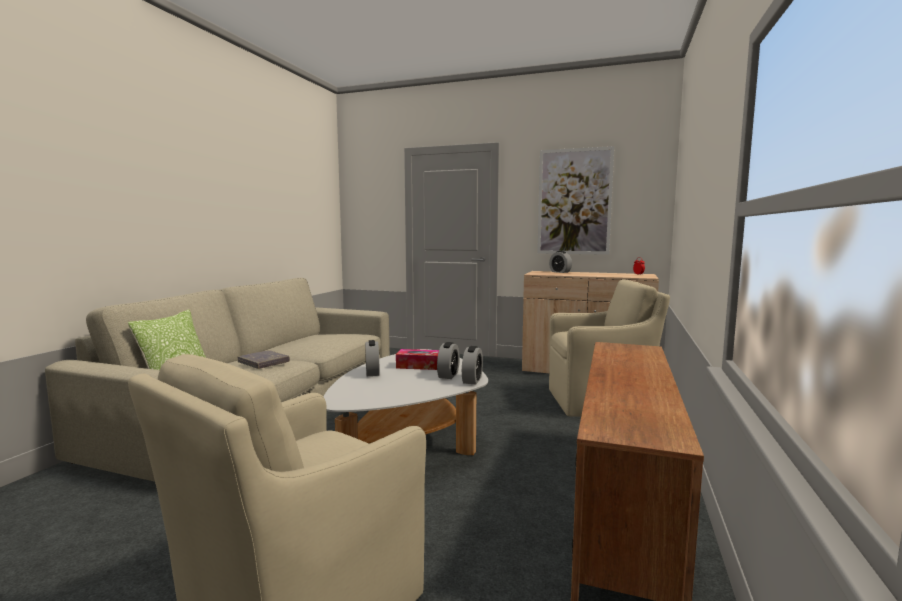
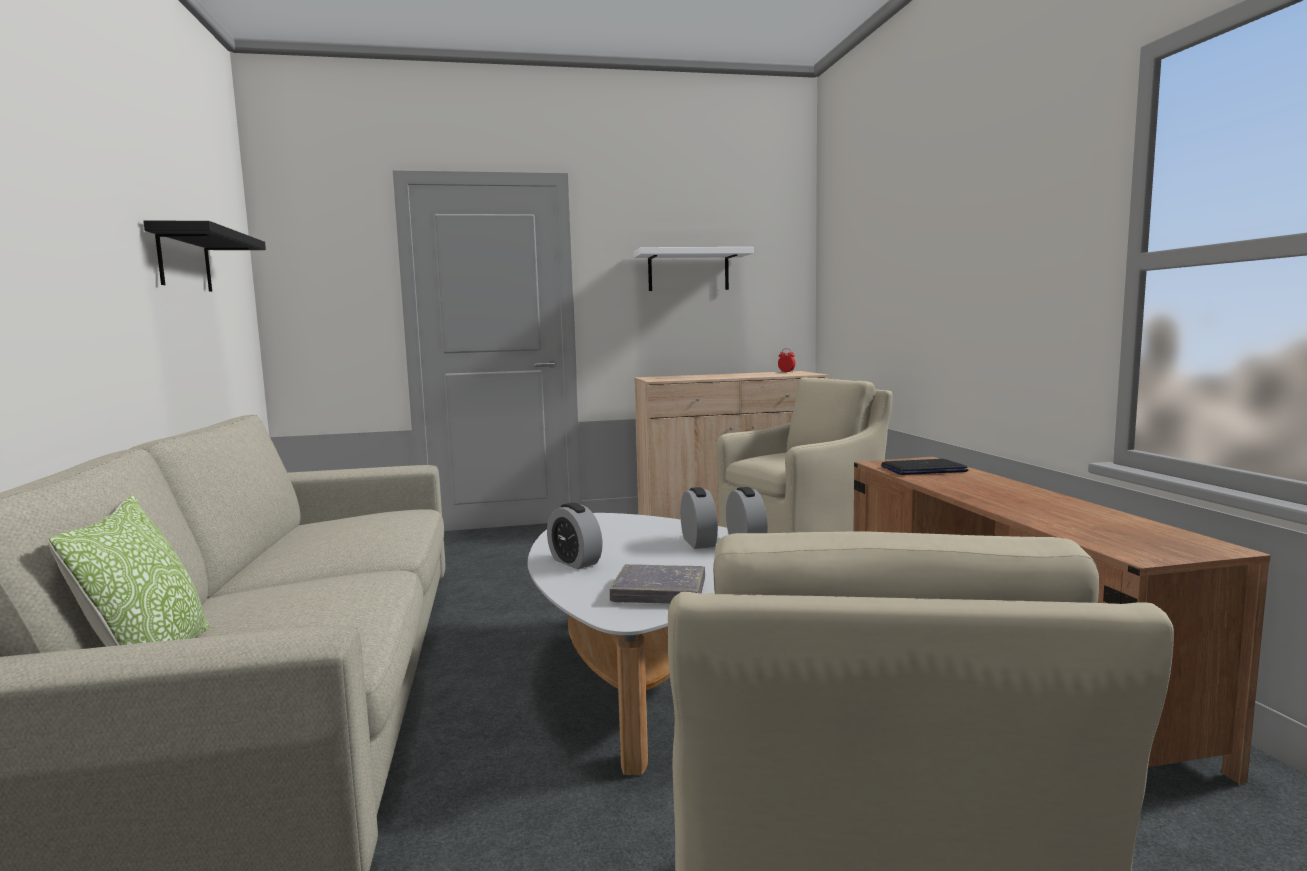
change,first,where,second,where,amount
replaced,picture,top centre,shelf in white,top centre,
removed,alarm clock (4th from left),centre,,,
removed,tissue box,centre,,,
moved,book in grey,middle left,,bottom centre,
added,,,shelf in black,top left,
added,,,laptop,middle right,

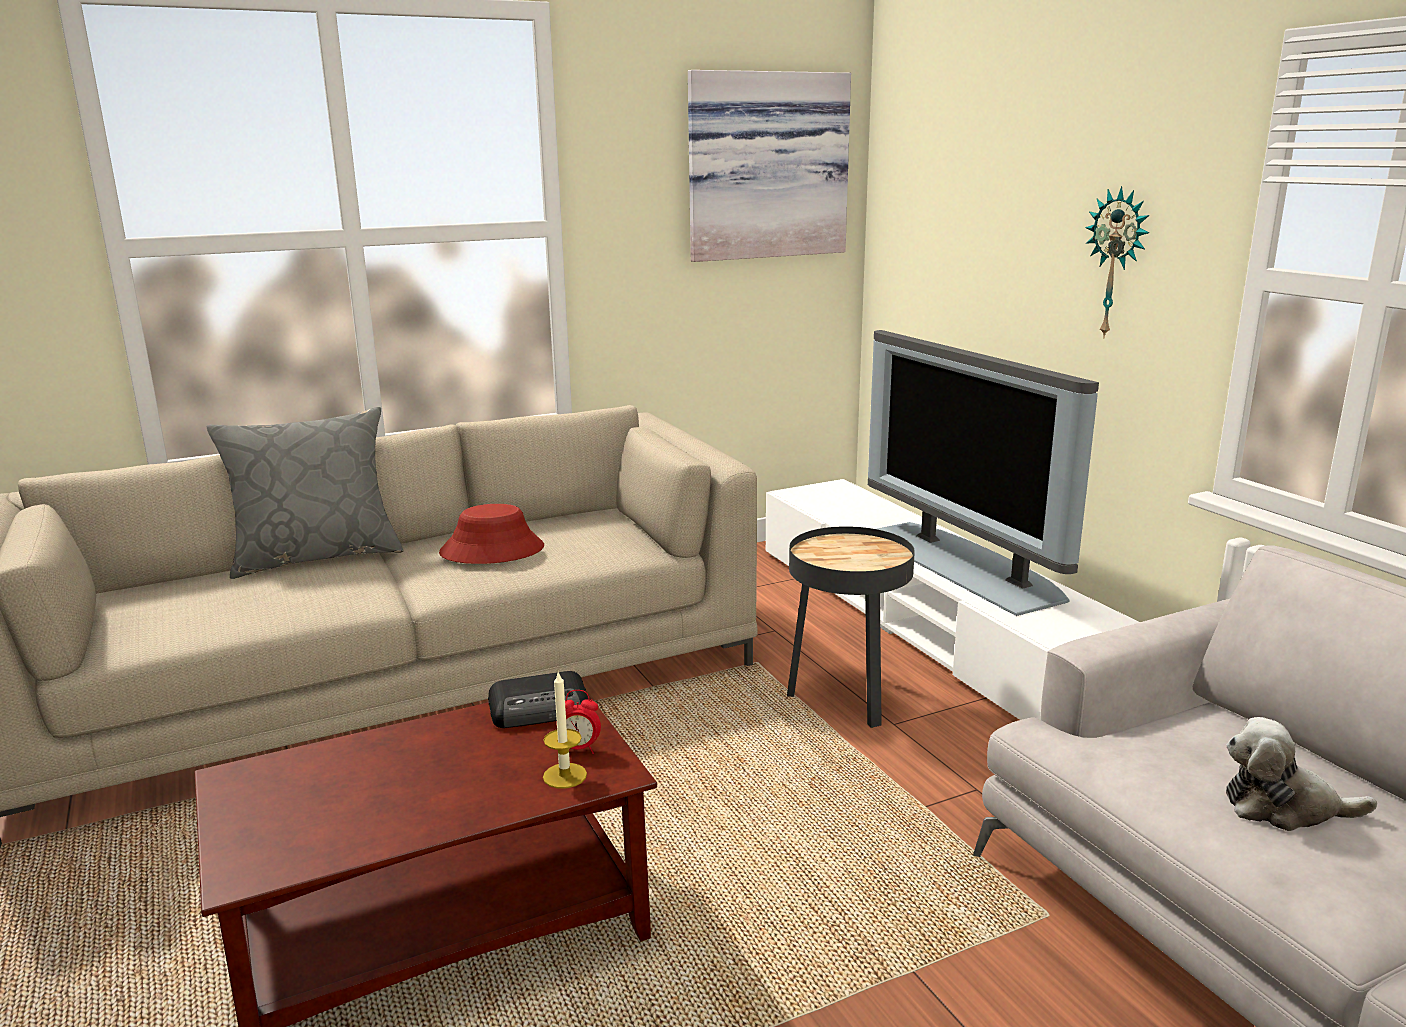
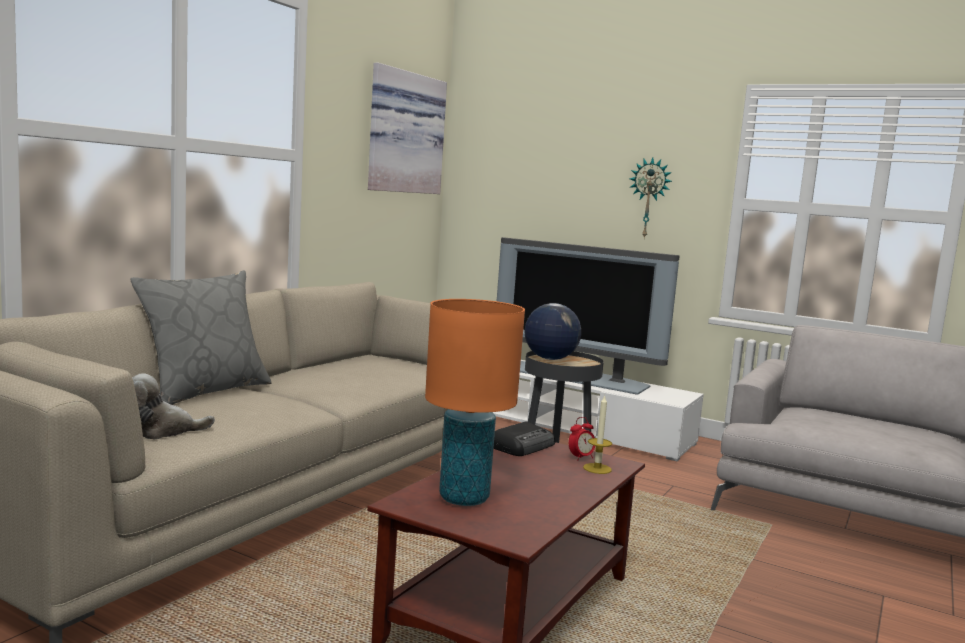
change,first,where,second,where,amount
removed,hat in red,centre,,,
moved,plush toy,bottom right,,middle left,
added,,,table lamp in orange,centre,
added,,,globe,centre,

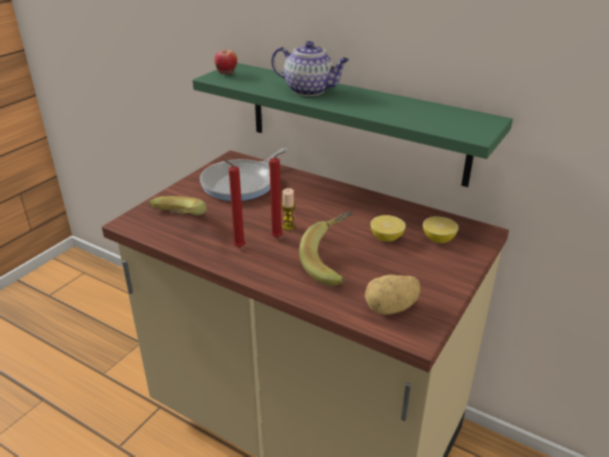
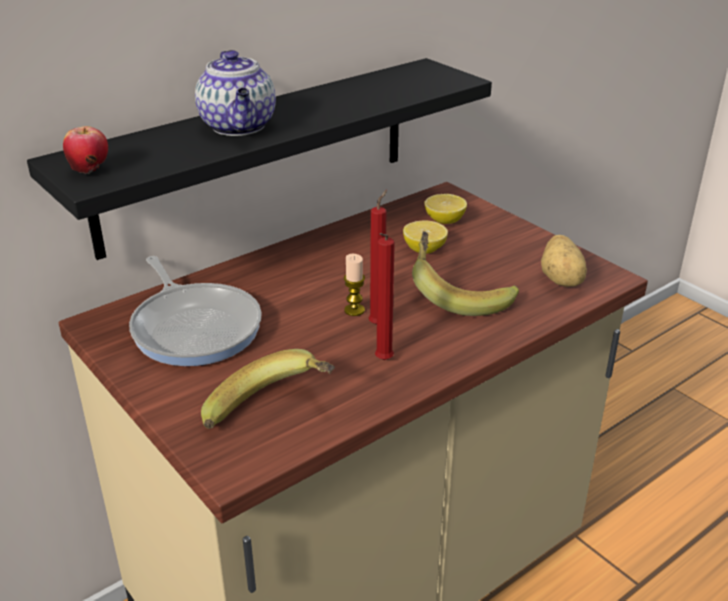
change,first,where,second,where,amount
turned,teapot,top centre,,top left,120 degrees clockwise
recoloured,shelf in green,top centre,shelf in black,top centre,

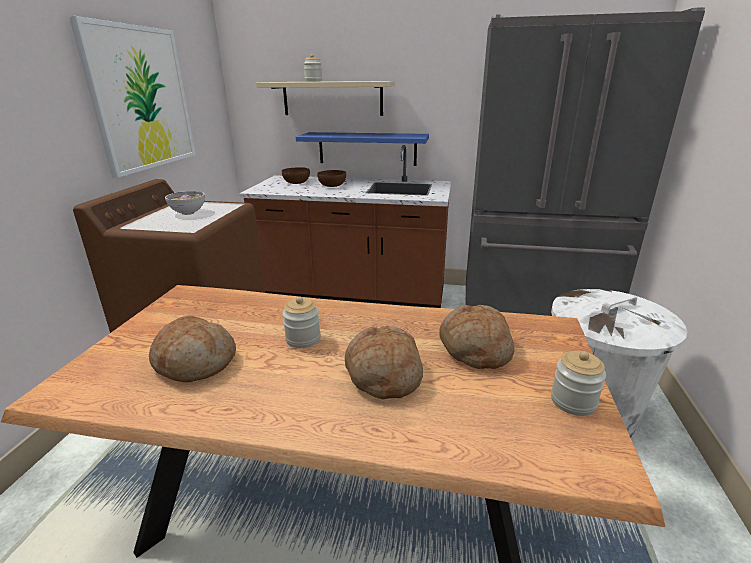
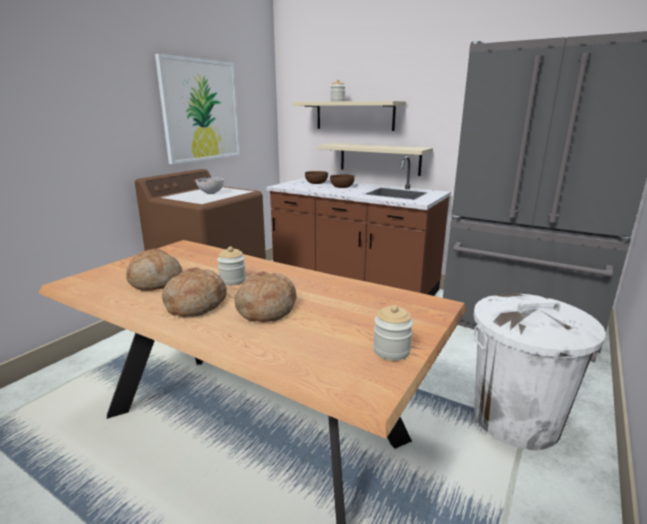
change,first,where,second,where,amount
recoloured,shelf in blue,top centre,shelf in beige (2nd from left),top centre,
moved,bread (3rd from left in the first image),centre,bread (2nd from left),middle left,

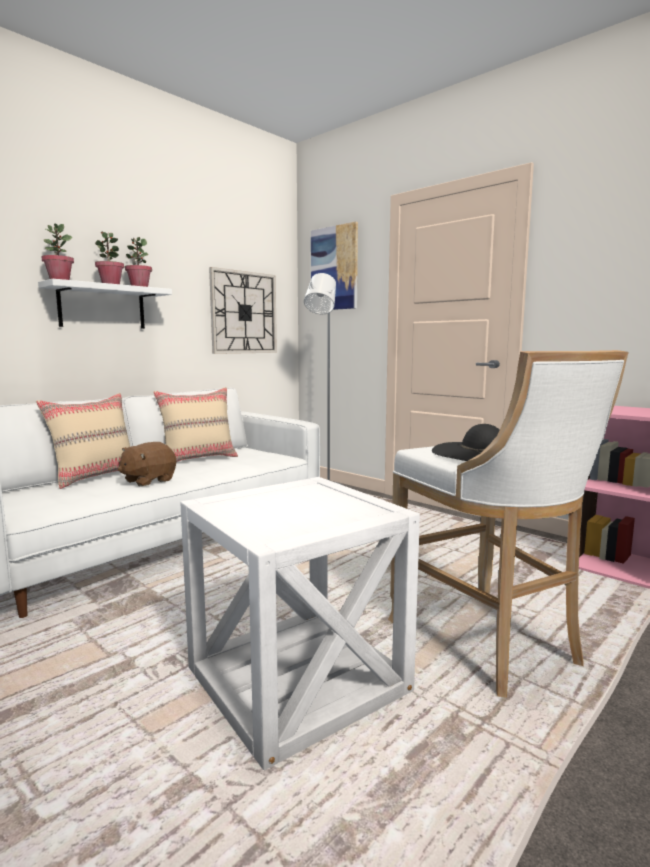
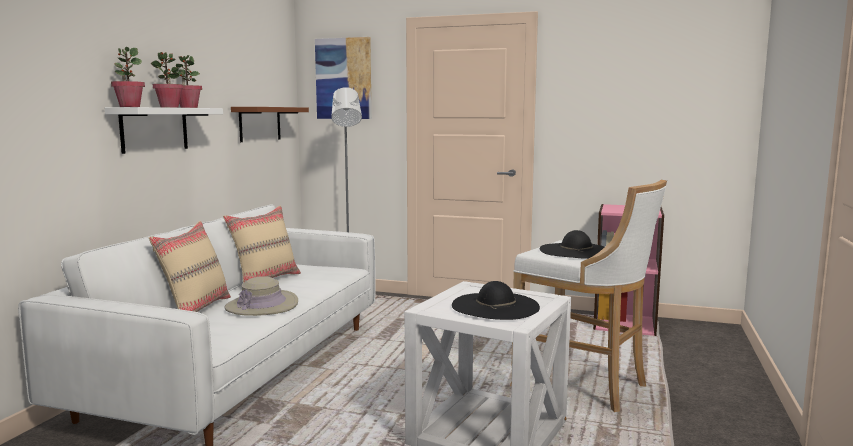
change,first,where,second,where,amount
replaced,wall clock,centre,shelf in brown,top left,
replaced,plush toy in brown,middle left,hat in beige,middle left,
added,,,hat in black (1st from left),bottom centre,

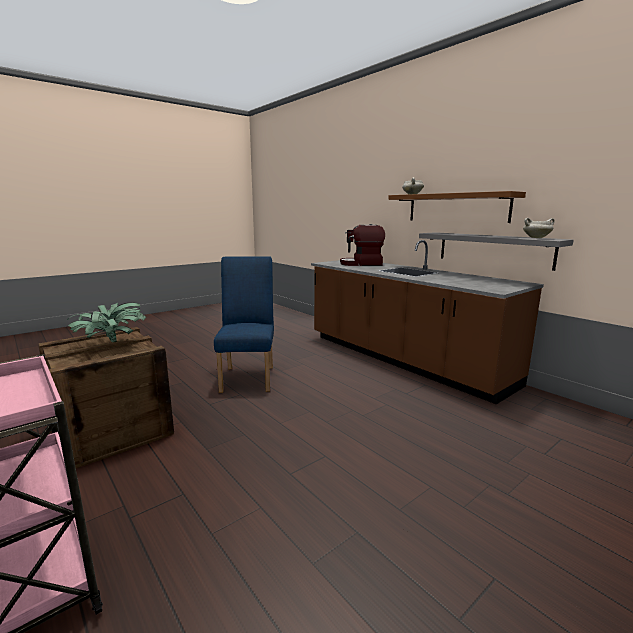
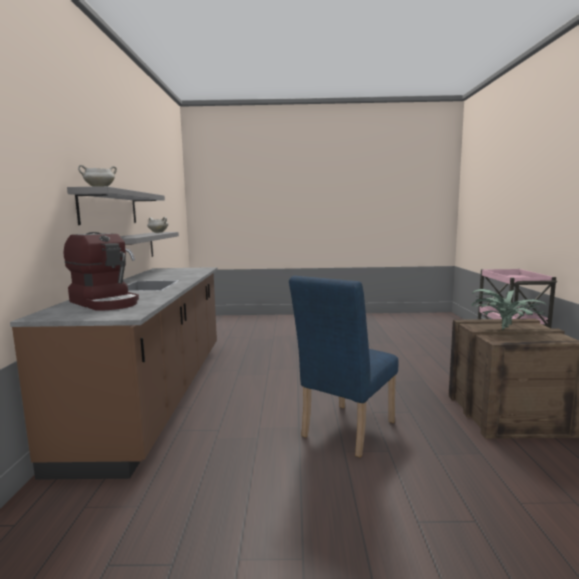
change,first,where,second,where,amount
recoloured,shelf in brown,top right,shelf in grey (1st from left),middle left,

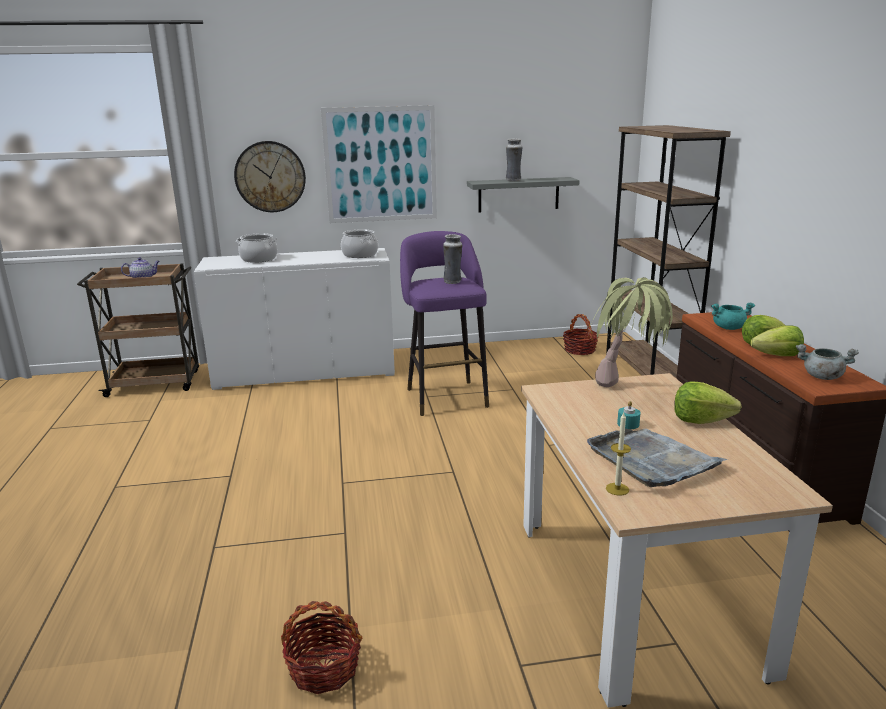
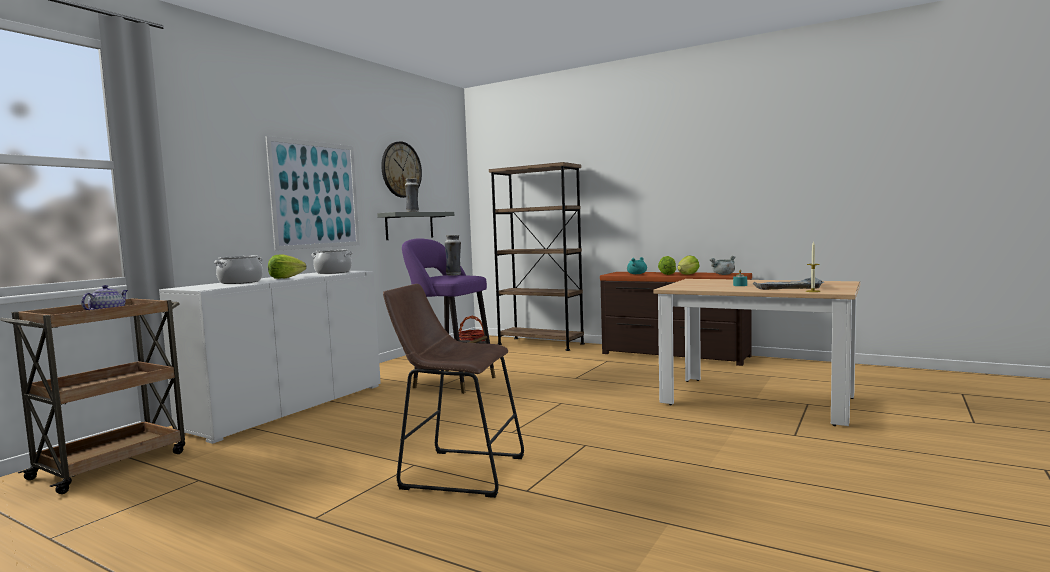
change,first,where,second,where,amount
moved,wall clock,top left,,top centre,
removed,potted plant,middle right,,,
moved,lettuce (1st from left),middle right,,middle left,
removed,basket (1st from left),bottom centre,,,
added,,,stool in brown,bottom centre,

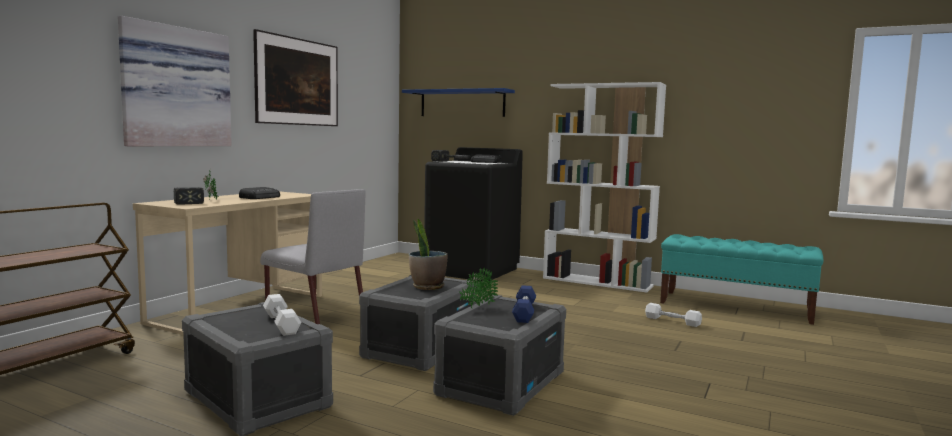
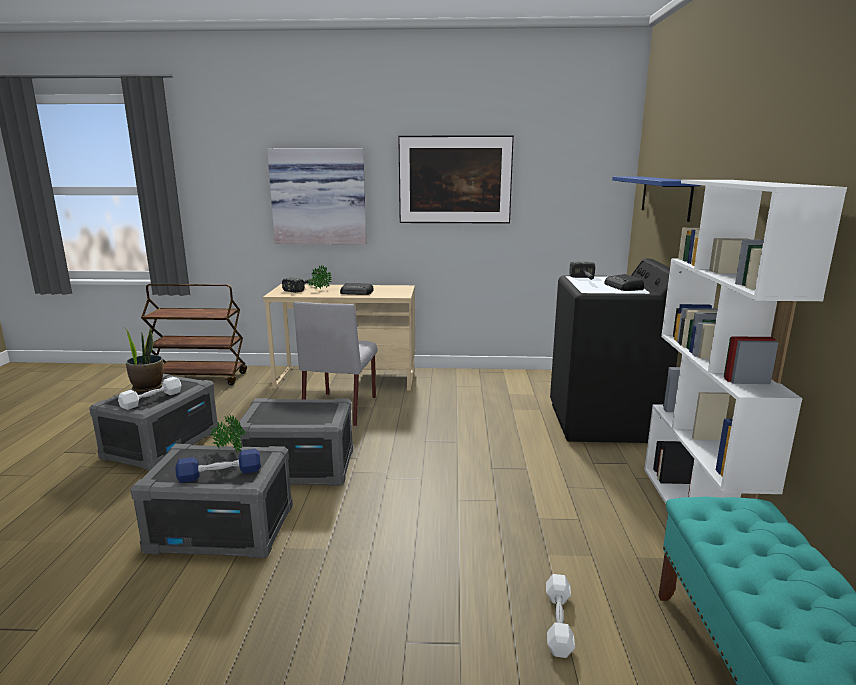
change,first,where,second,where,amount
moved,potted plant (2nd from left in the first image),centre,potted plant (1st from left),middle left,

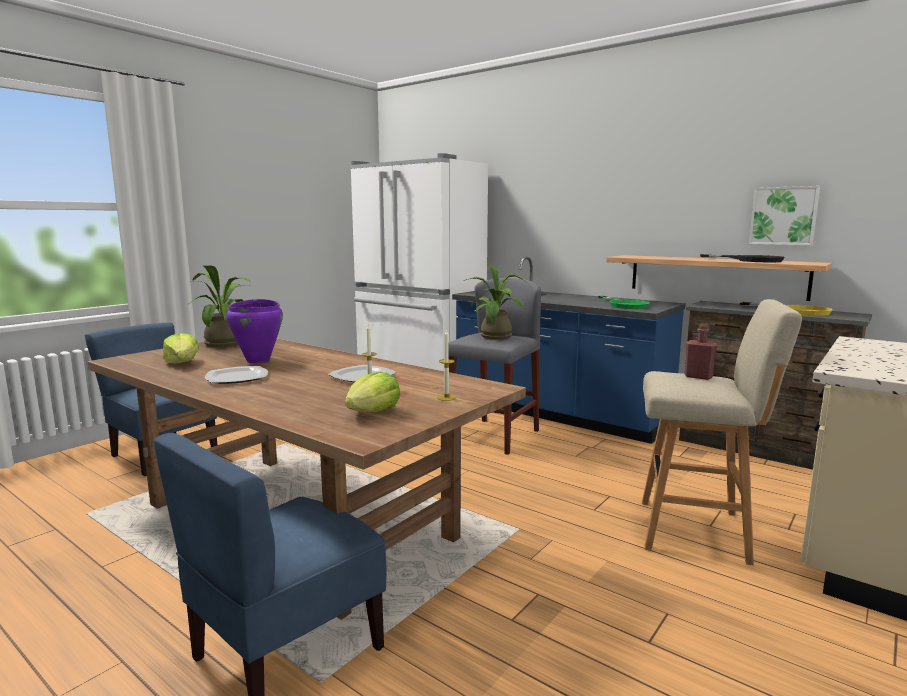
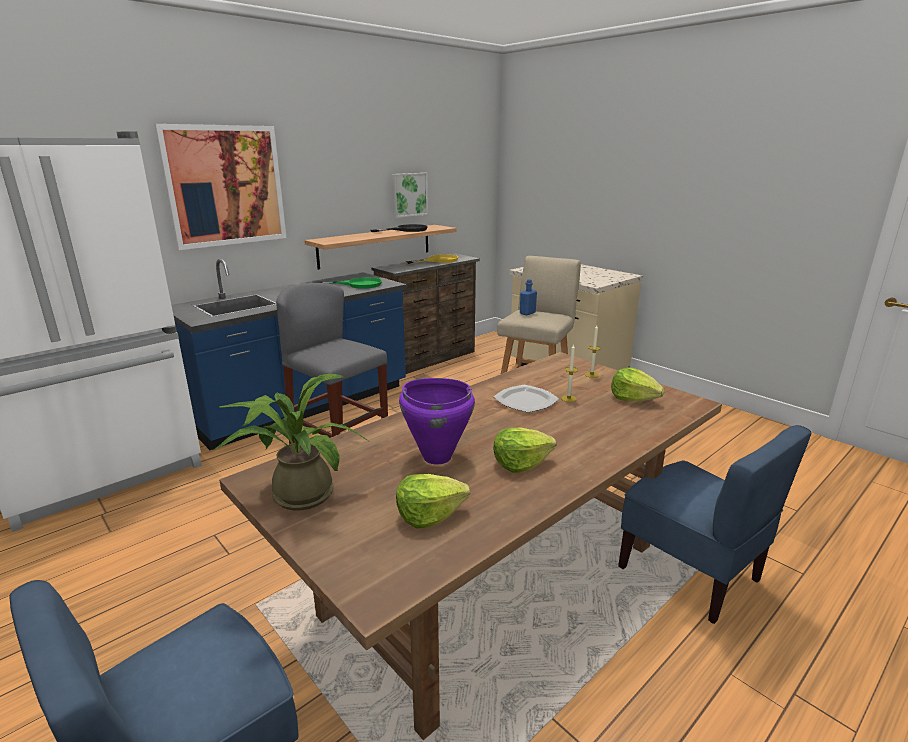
change,first,where,second,where,amount
removed,potted plant (2nd from left),centre,,,
recoloured,bottle in red,middle right,bottle in blue,centre,
replaced,plate (1st from left),middle left,lettuce (2nd from left),centre,
added,,,picture (1st from left),top left,

